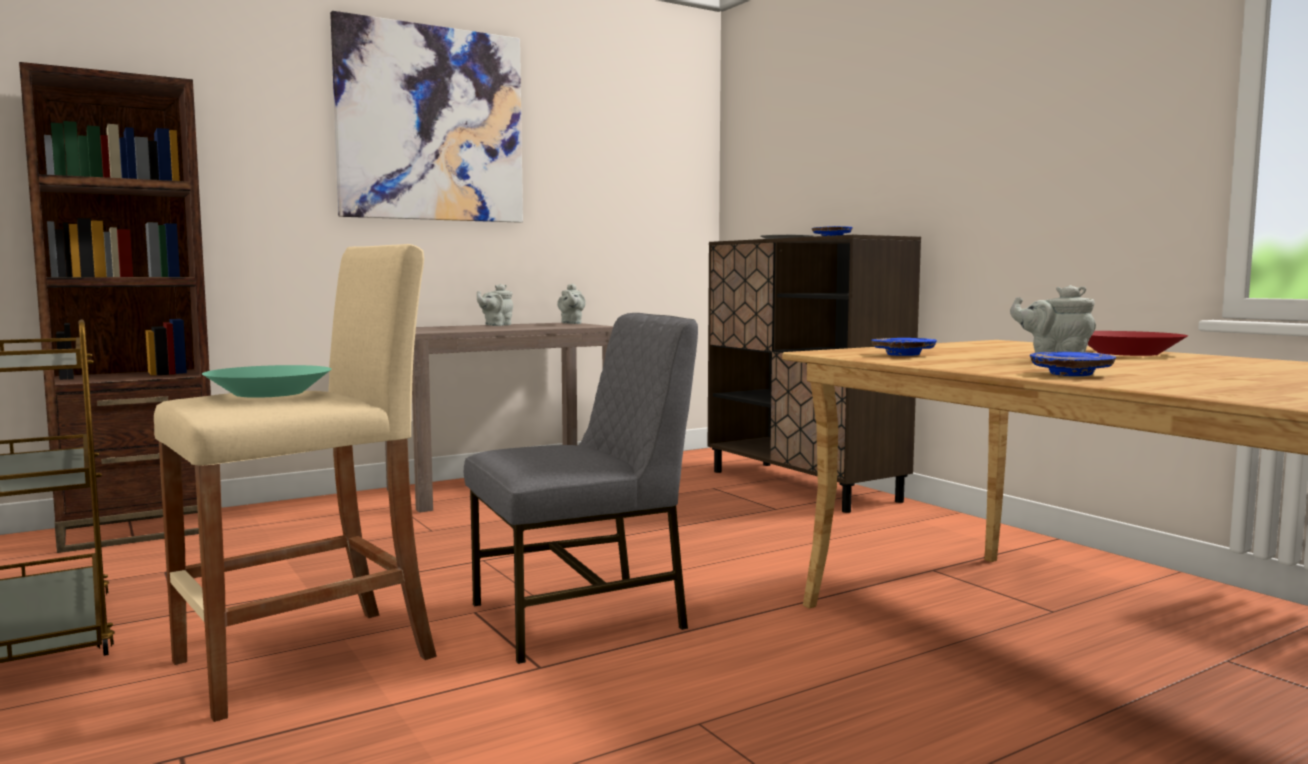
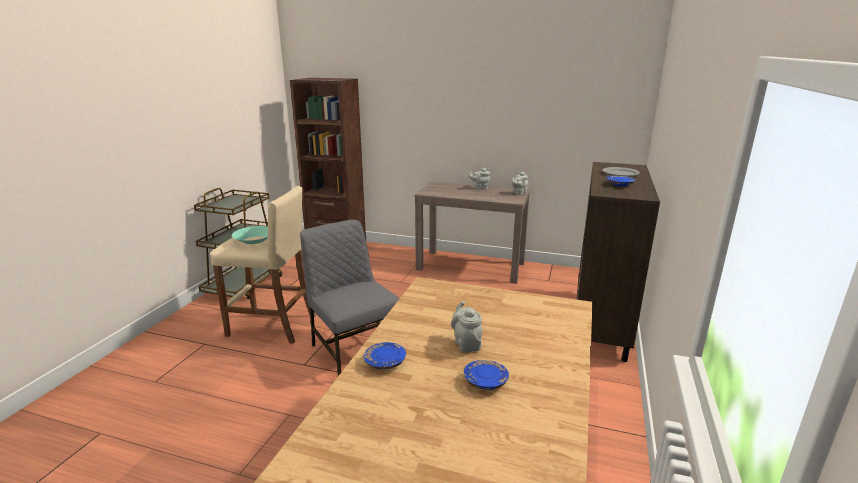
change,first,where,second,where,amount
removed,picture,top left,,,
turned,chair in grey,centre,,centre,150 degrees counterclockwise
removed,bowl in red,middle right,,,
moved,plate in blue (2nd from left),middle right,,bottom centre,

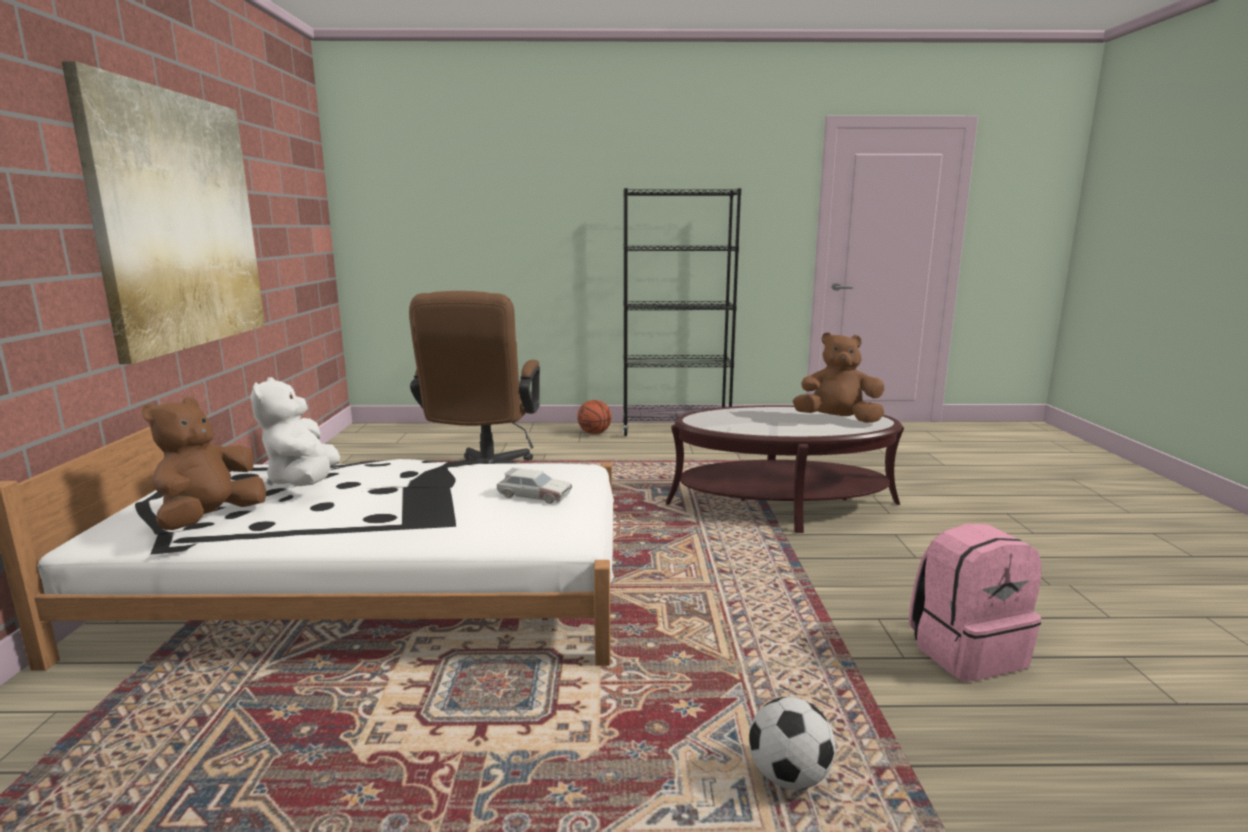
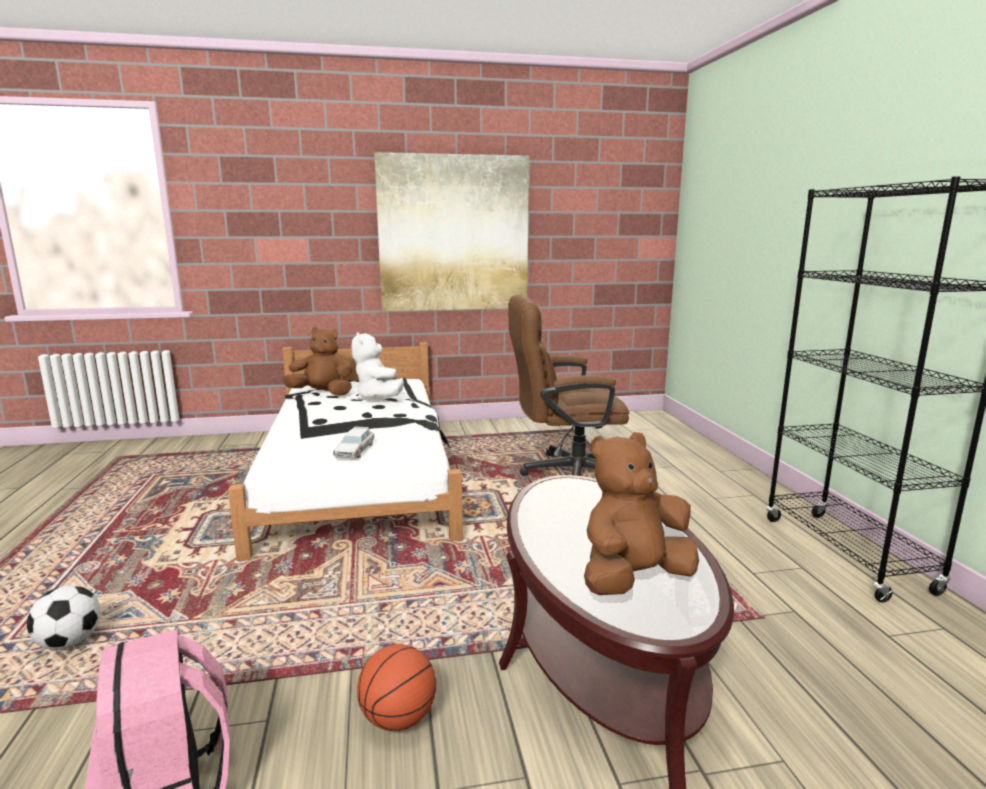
change,first,where,second,where,amount
turned,plush toy in brown (2nd from left),middle right,,centre,120 degrees counterclockwise
turned,plush toy in white,middle left,,centre,90 degrees counterclockwise
moved,basketball,centre,,bottom centre,

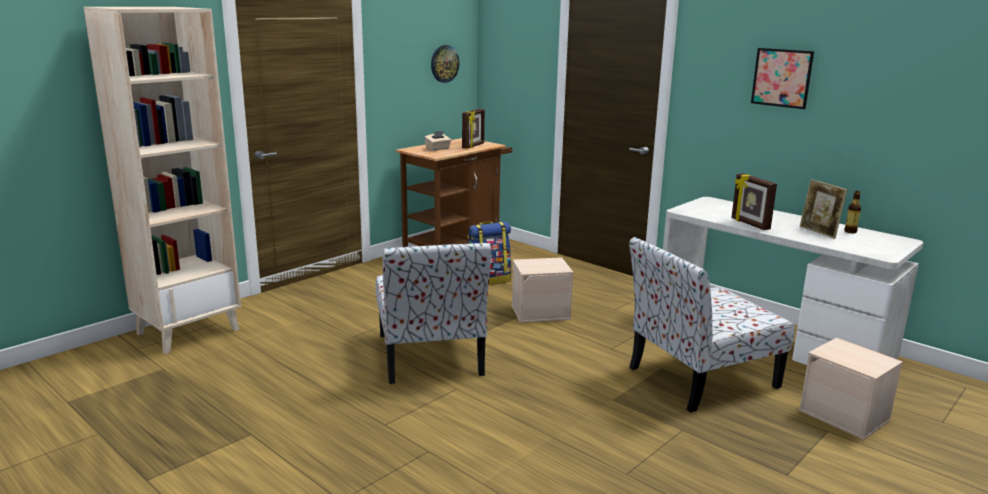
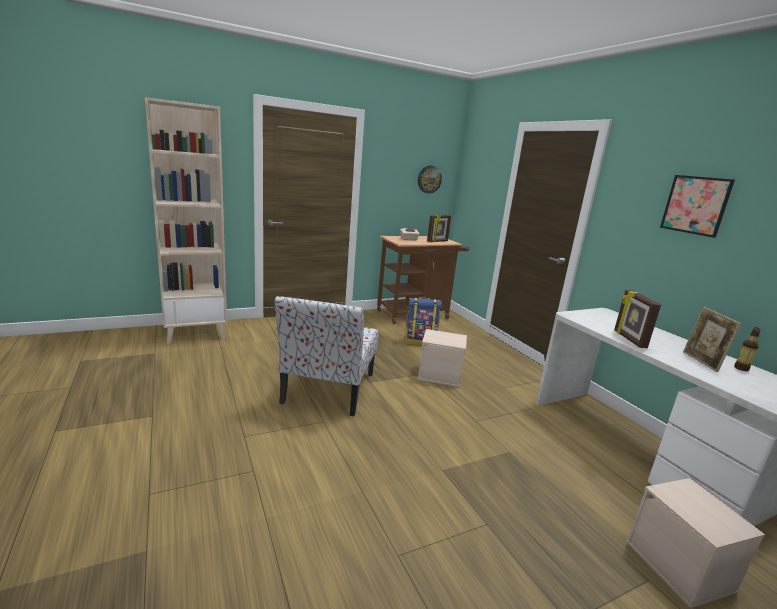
change,first,where,second,where,amount
removed,chair (2nd from left),middle right,,,

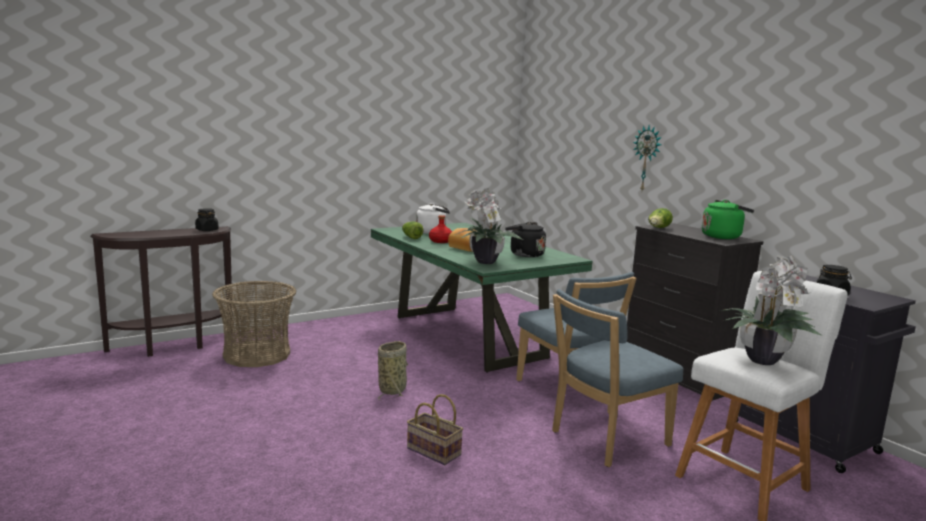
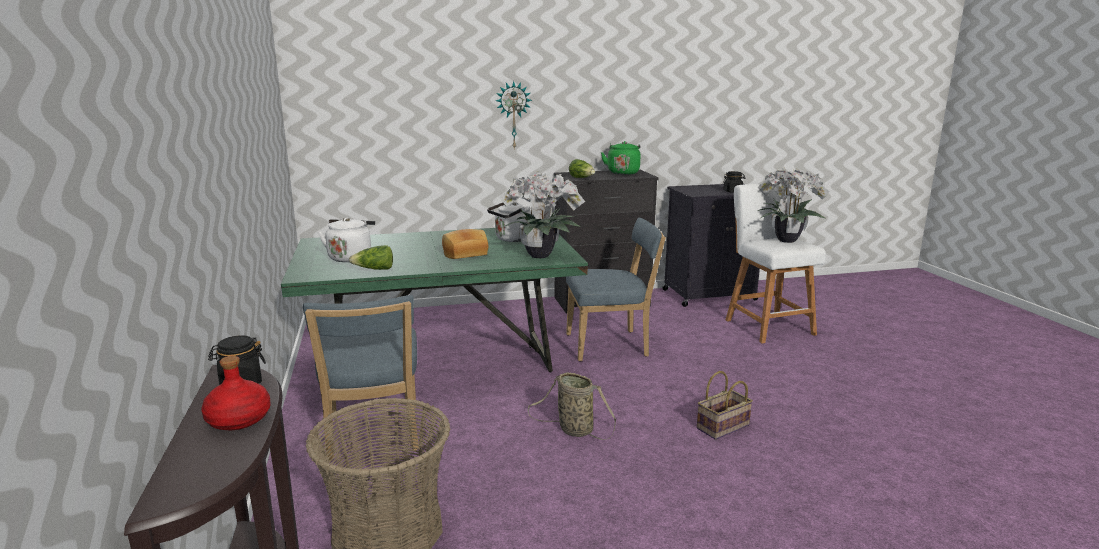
change,first,where,second,where,amount
moved,bottle in red,centre,,bottom left,
recoloured,kettle in black,centre,kettle in white (2nd from left),centre,
moved,chair in blue (2nd from left in the first image),bottom centre,chair in blue (1st from left),bottom left,

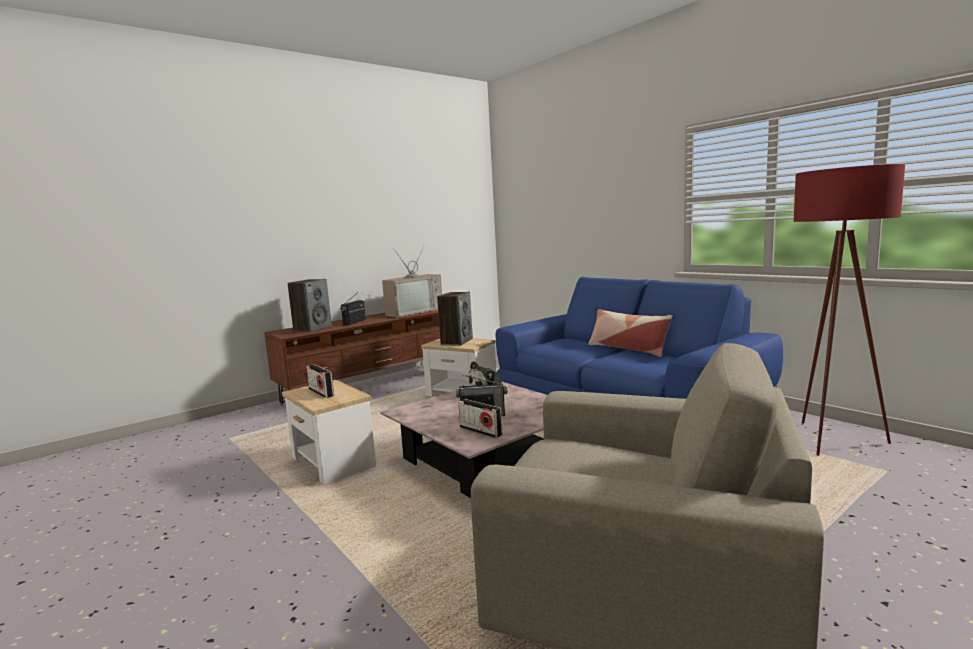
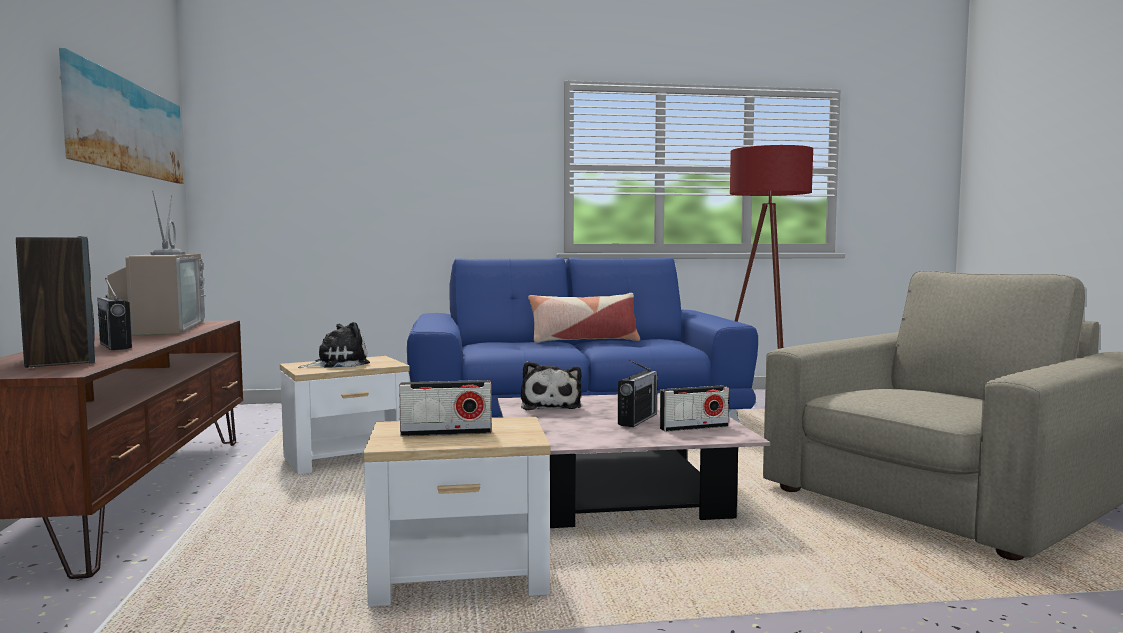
change,first,where,second,where,amount
replaced,speaker (2nd from left),centre,plush toy (1st from left),middle left,
added,,,picture,top left,

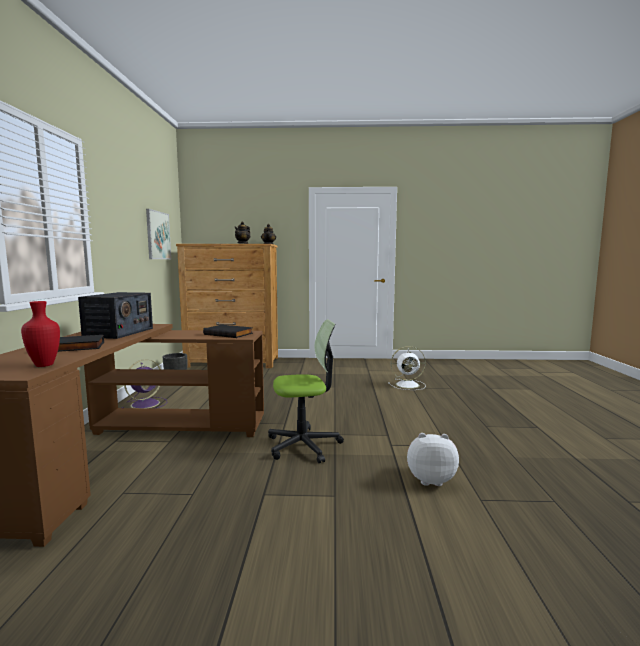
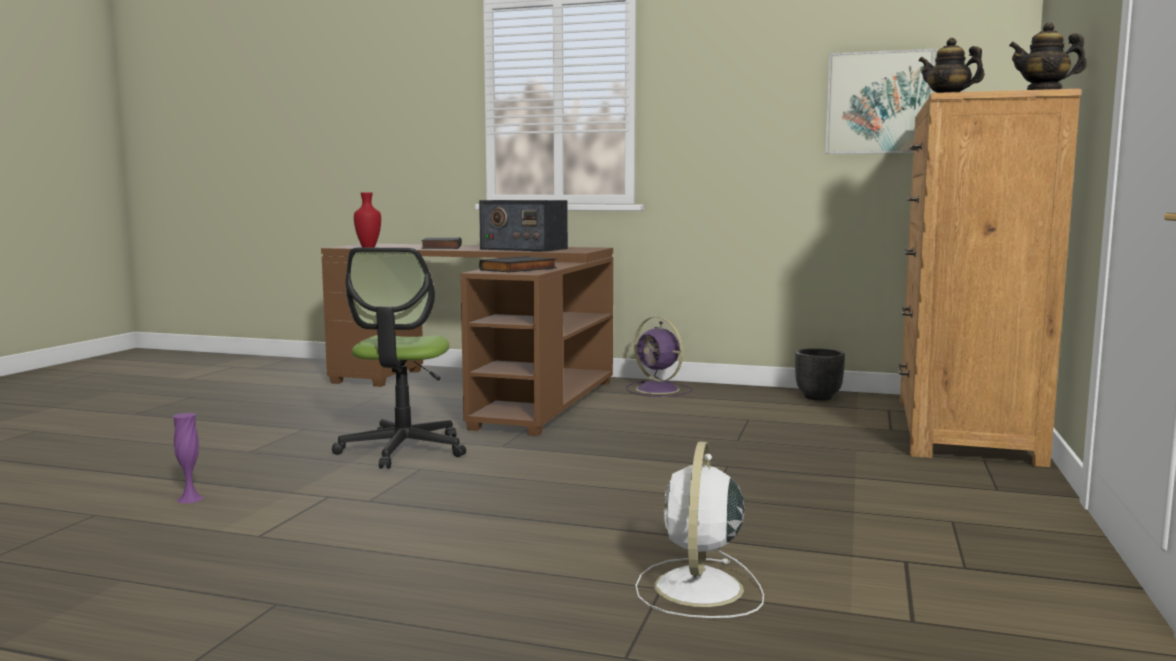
change,first,where,second,where,amount
replaced,plush toy,bottom right,vase in purple,bottom left,

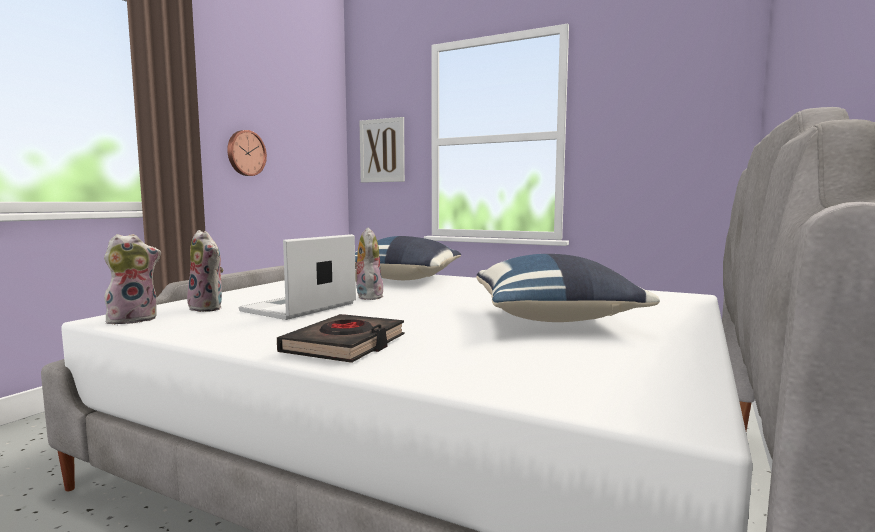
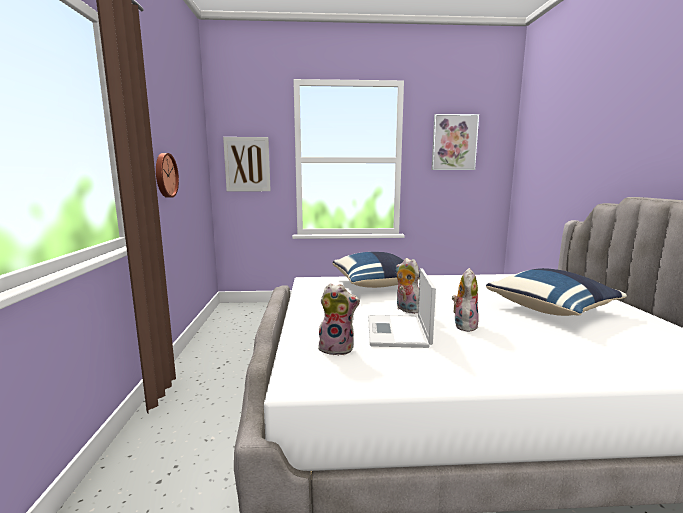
change,first,where,second,where,amount
moved,plush toy (1st from left in the first image),middle left,plush toy (3rd from left),middle right,
removed,book in black,centre,,,
added,,,picture (2nd from left),top centre,

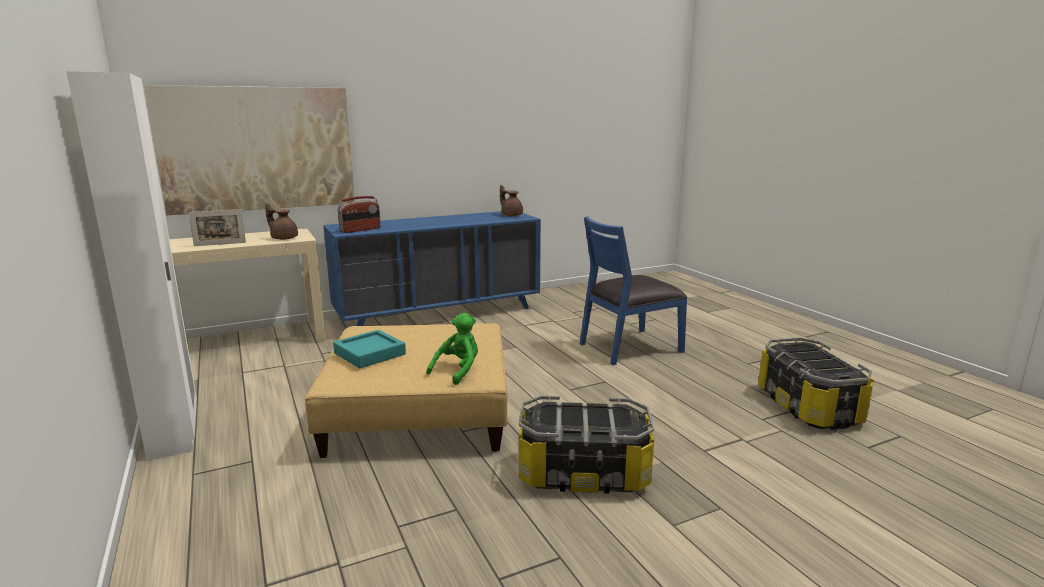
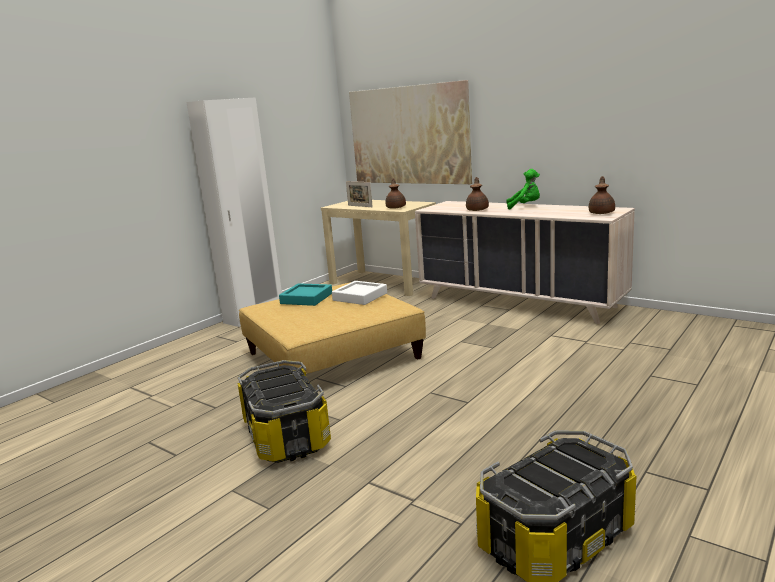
change,first,where,second,where,amount
removed,radio,centre,,,
recoloured,dresser in blue,centre,dresser in beige,middle right,
removed,chair in blue,centre,,,
moved,plush toy in green,centre,,top right,
added,,,teapot in brown (2nd from left),centre,
added,,,tray in white,centre,

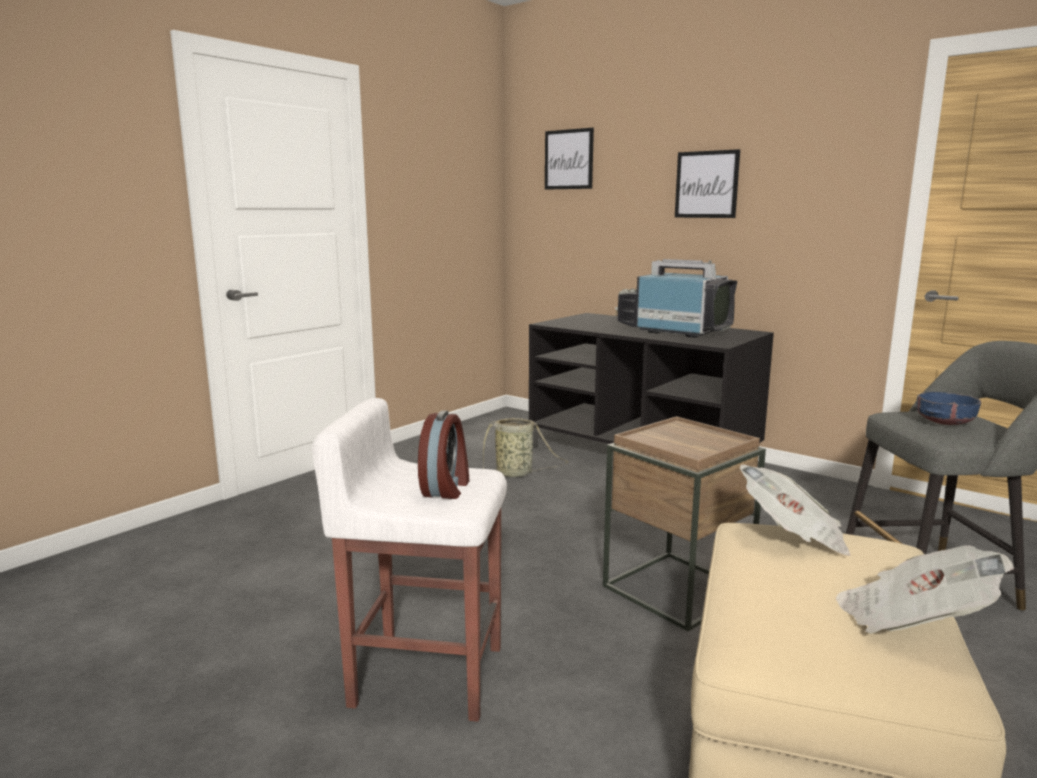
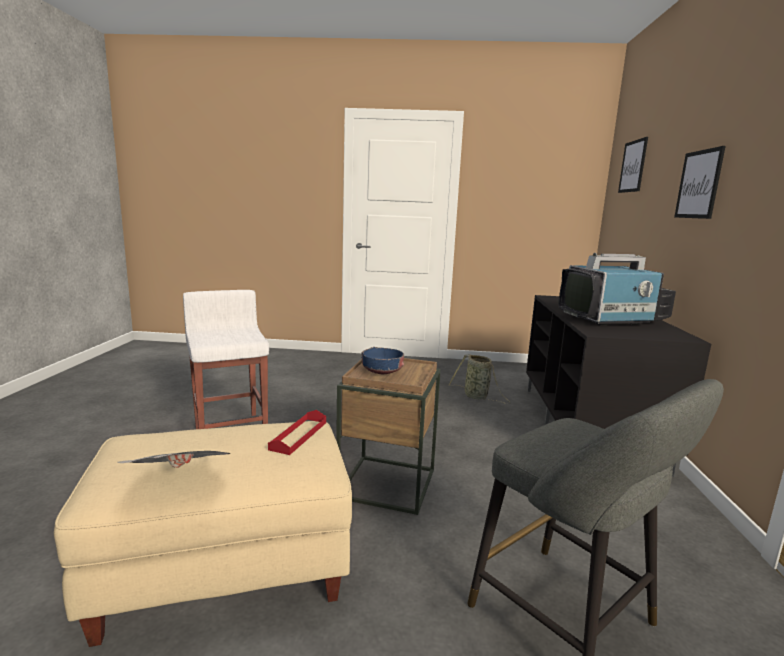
change,first,where,second,where,amount
turned,television,centre,,middle right,75 degrees clockwise
moved,bowl in blue,middle right,,centre,
removed,alarm clock,centre,,,
replaced,newspaper (1st from left),middle right,tray in red,centre,

